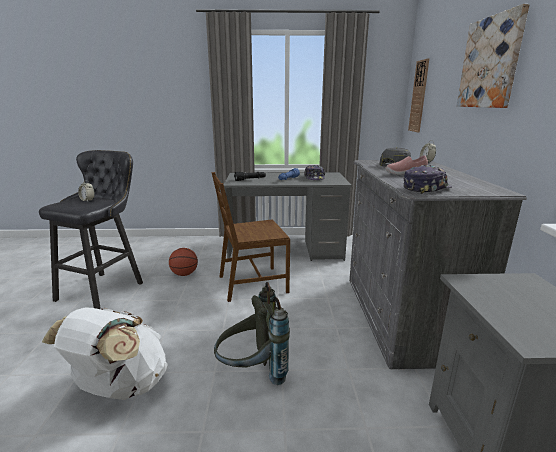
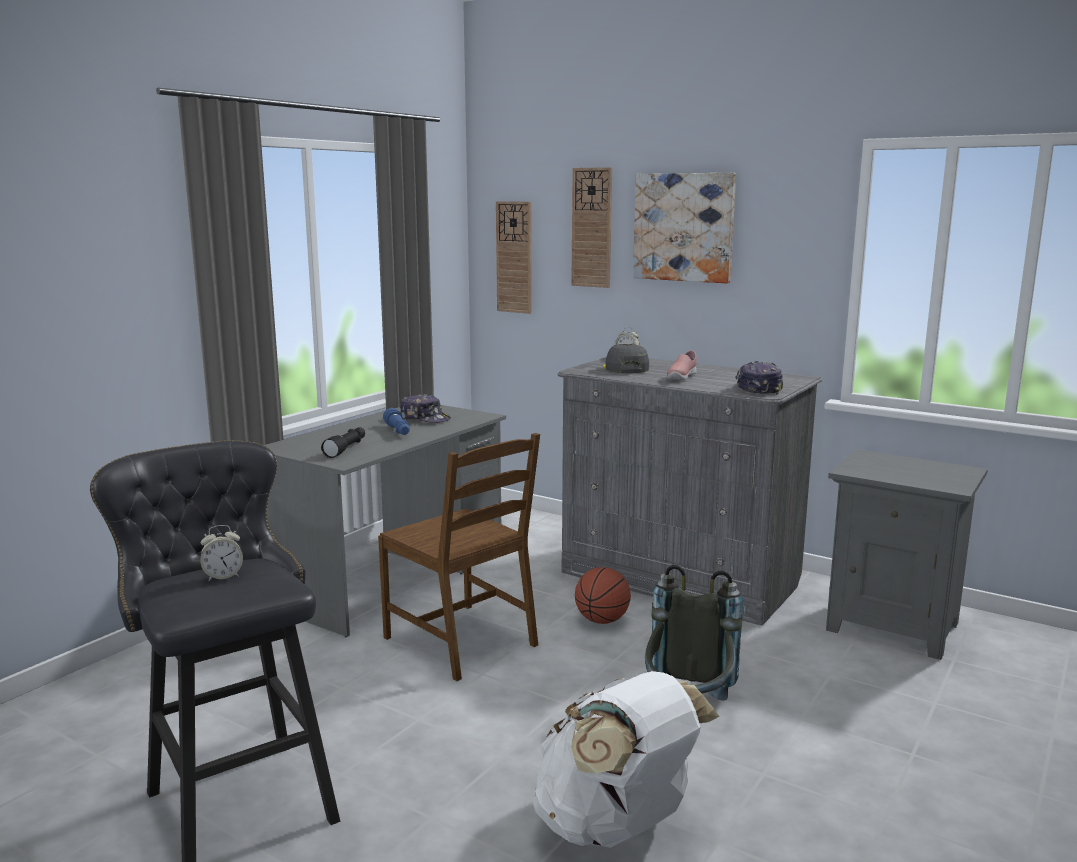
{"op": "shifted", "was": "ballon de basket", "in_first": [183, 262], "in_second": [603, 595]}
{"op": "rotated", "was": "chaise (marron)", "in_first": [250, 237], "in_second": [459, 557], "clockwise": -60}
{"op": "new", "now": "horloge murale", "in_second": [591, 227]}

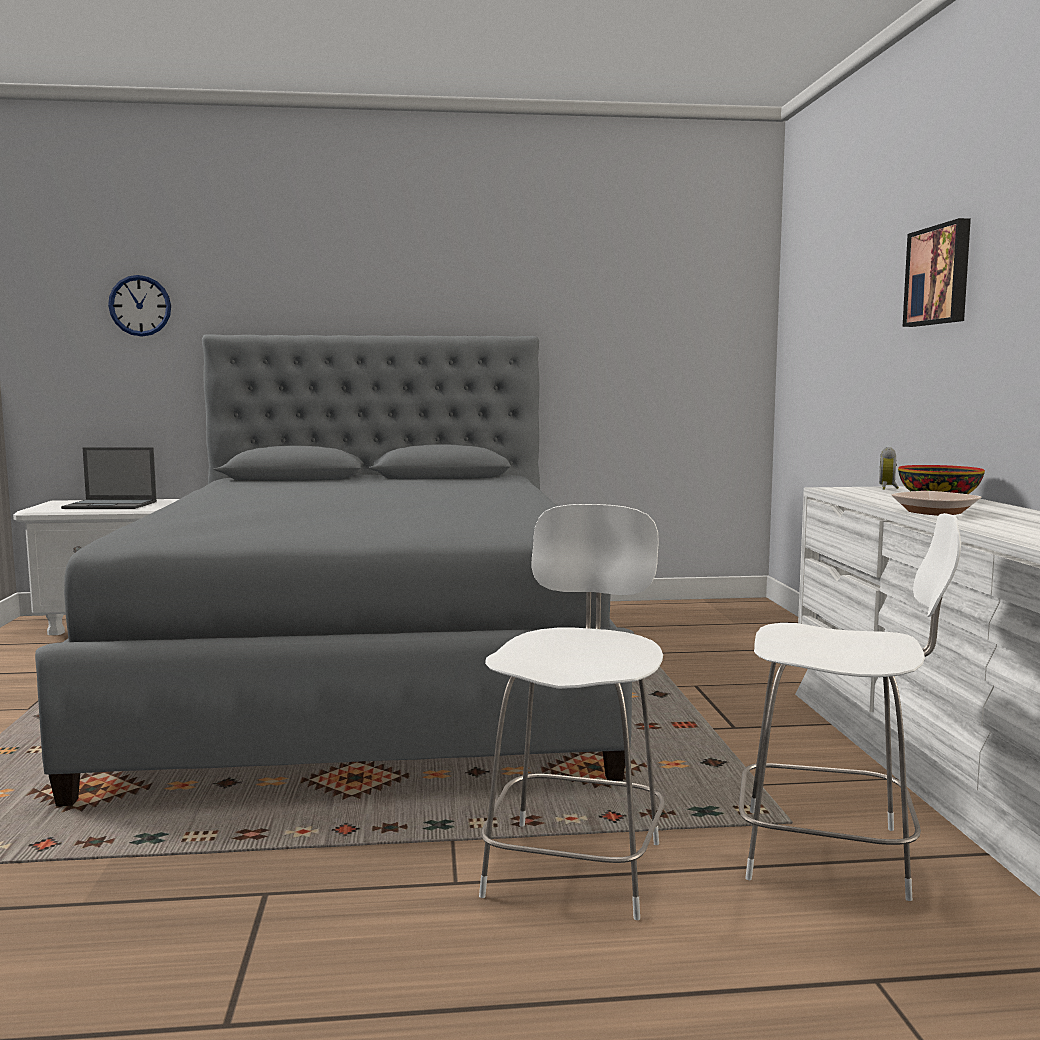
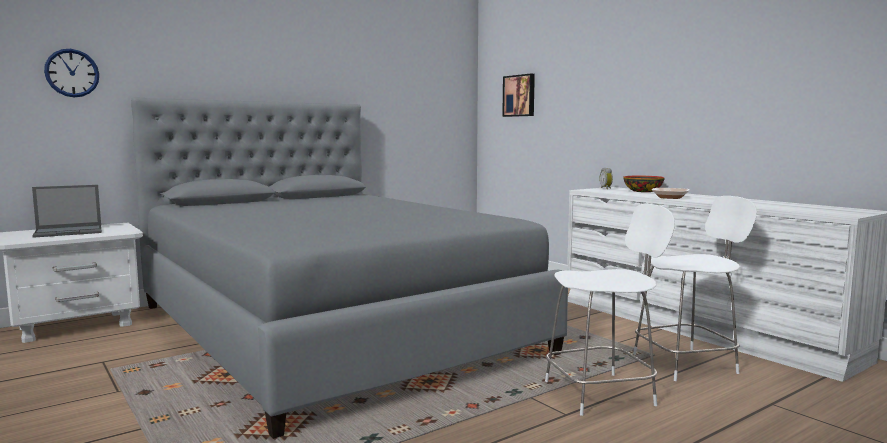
{"op": "rotated", "was": "chaise (blanc)", "in_first": [572, 712], "in_second": [610, 310], "clockwise": 90}
{"op": "shifted", "was": "tableau", "in_first": [936, 272], "in_second": [518, 95]}

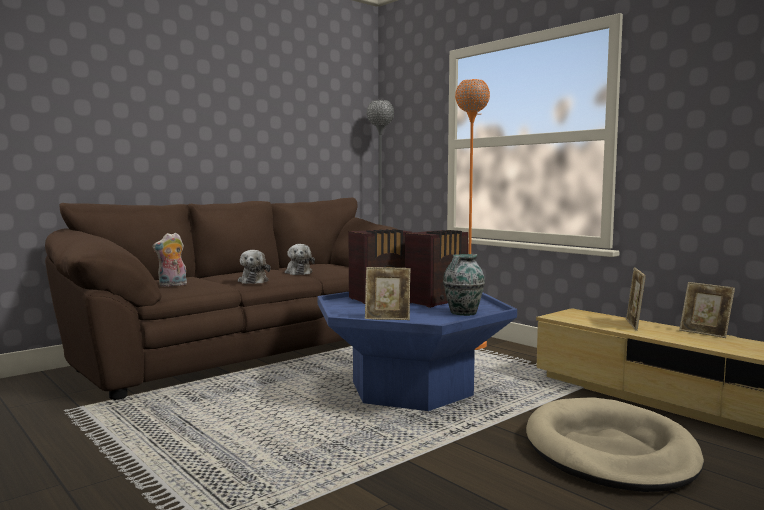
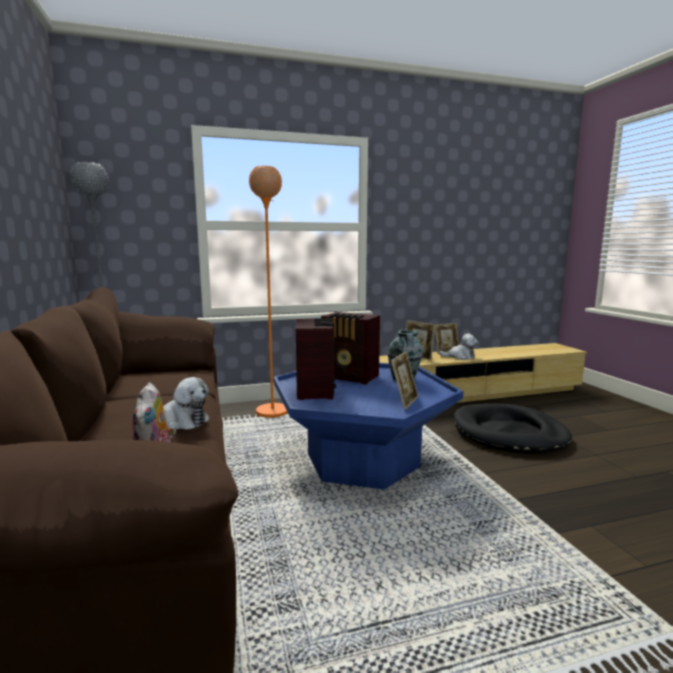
{"op": "shifted", "was": "peluche", "in_first": [300, 259], "in_second": [458, 346]}
{"op": "rotated", "was": "radio", "in_first": [436, 269], "in_second": [350, 348], "clockwise": 135}
{"op": "repainted", "was": "panier pour chien (beige)", "now": "panier pour chien (noir)", "in_first": [615, 444], "in_second": [512, 428]}

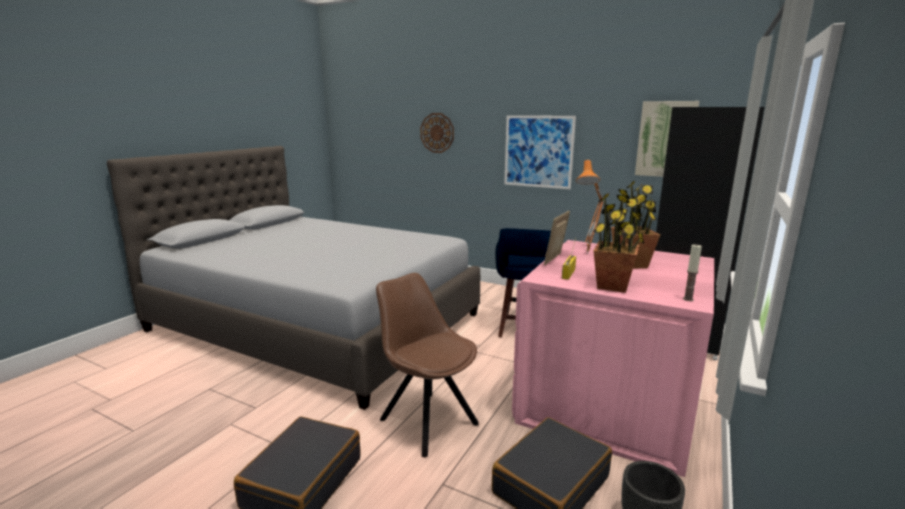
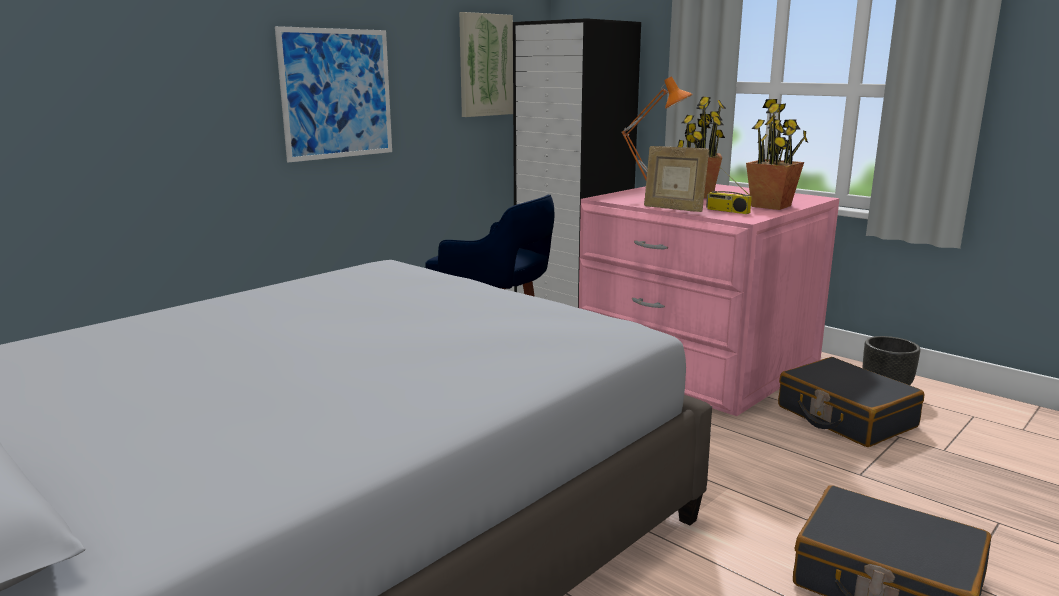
{"op": "gone", "was": "chaise (marron)", "in_first": [427, 365]}
{"op": "gone", "was": "horloge murale", "in_first": [437, 133]}
{"op": "gone", "was": "bougie", "in_first": [692, 272]}

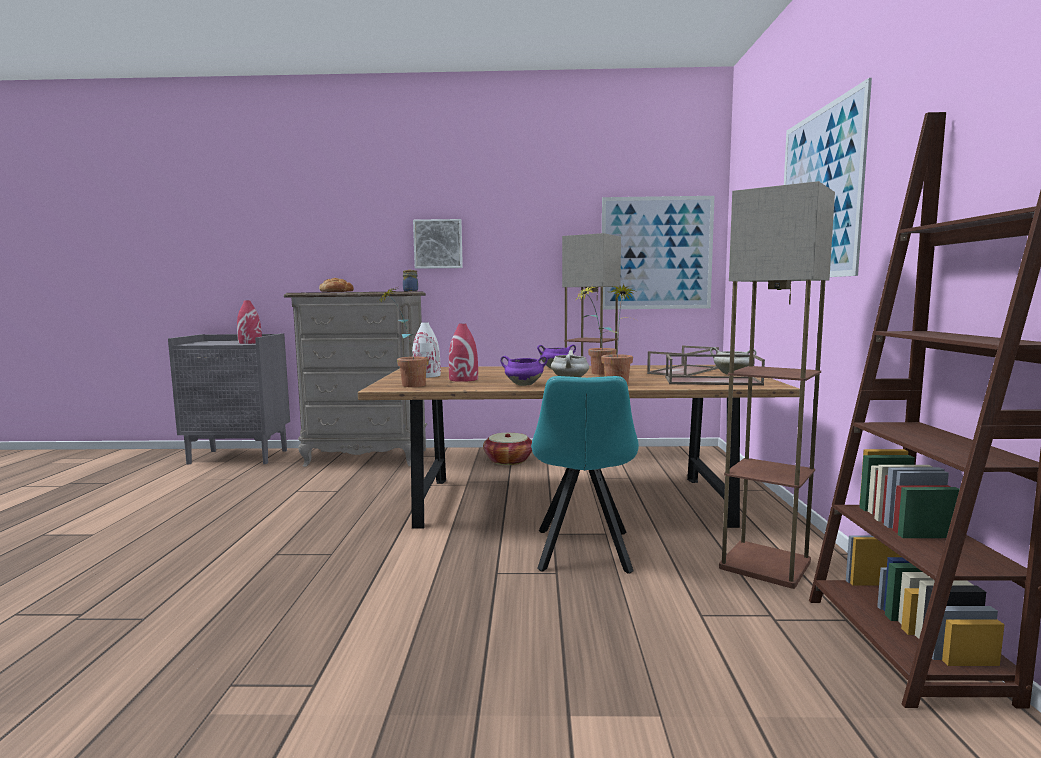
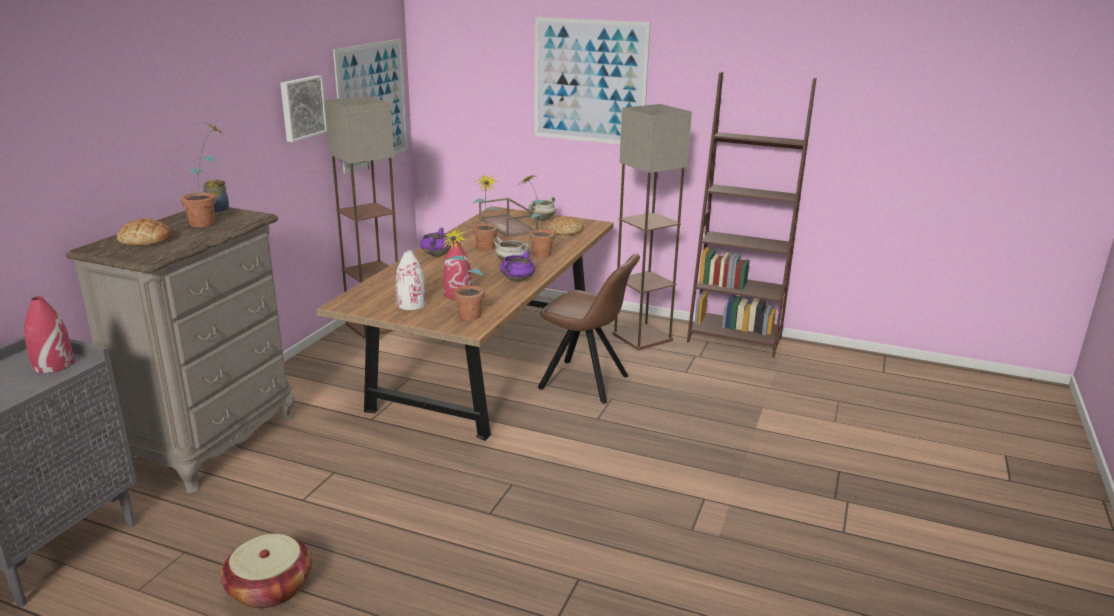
{"op": "shifted", "was": "tableau", "in_first": [438, 244], "in_second": [303, 108]}
{"op": "shifted", "was": "panier", "in_first": [507, 449], "in_second": [266, 571]}
{"op": "repainted", "was": "chaise (turquoise)", "now": "chaise (marron)", "in_first": [585, 475], "in_second": [589, 328]}
{"op": "swapped", "was": "plateau (marron)", "now": "pain", "in_first": [715, 370], "in_second": [565, 225]}
{"op": "new", "now": "plante en pot", "in_second": [203, 175]}

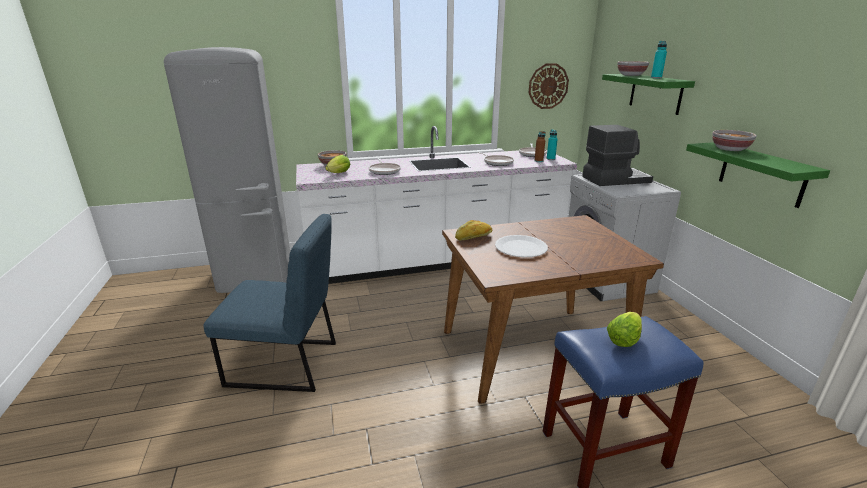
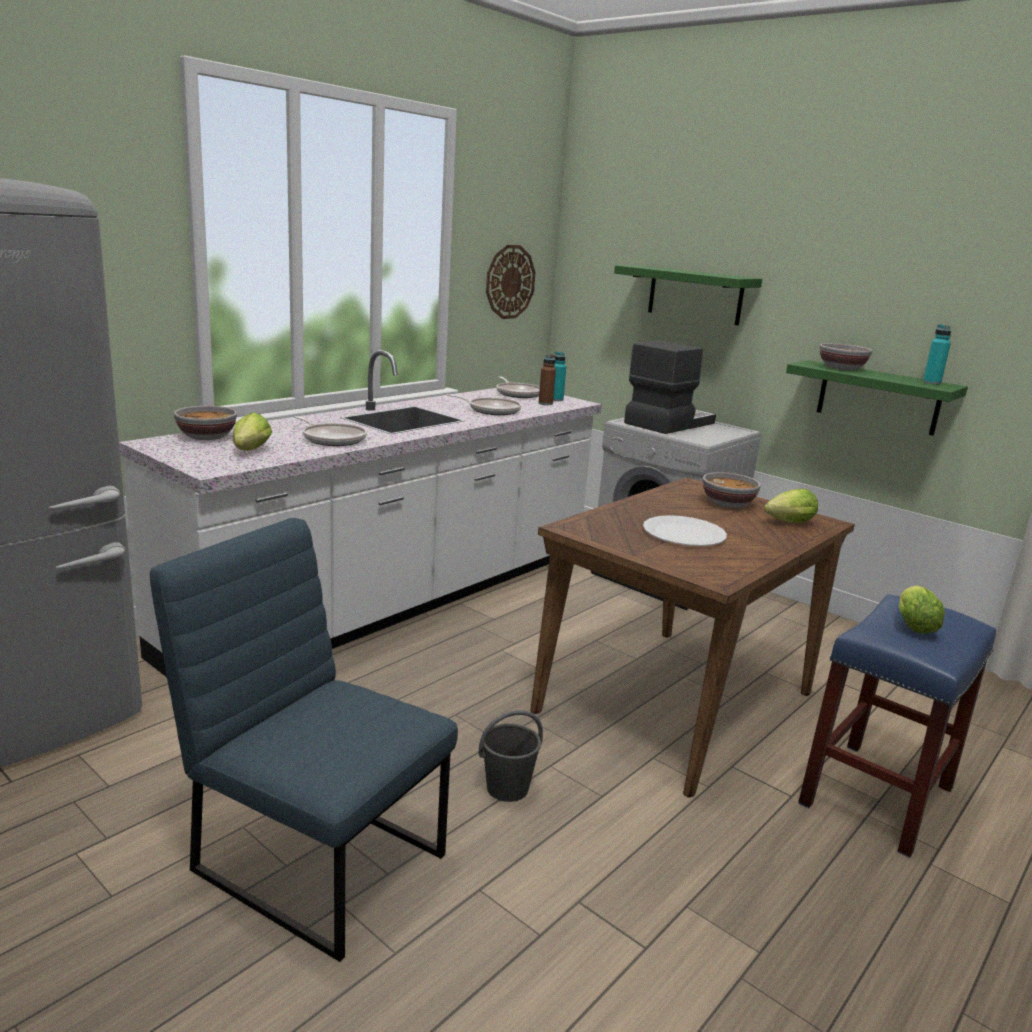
{"op": "rotated", "was": "chaise (bleu)", "in_first": [270, 303], "in_second": [304, 740], "clockwise": -120}
{"op": "gone", "was": "pain", "in_first": [473, 230]}
{"op": "shifted", "was": "bol", "in_first": [633, 68], "in_second": [732, 490]}
{"op": "shifted", "was": "bouteille (turquoise)", "in_first": [659, 60], "in_second": [937, 354]}
{"op": "new", "now": "seau (gris)", "in_second": [511, 756]}
{"op": "new", "now": "laitue", "in_second": [791, 505]}

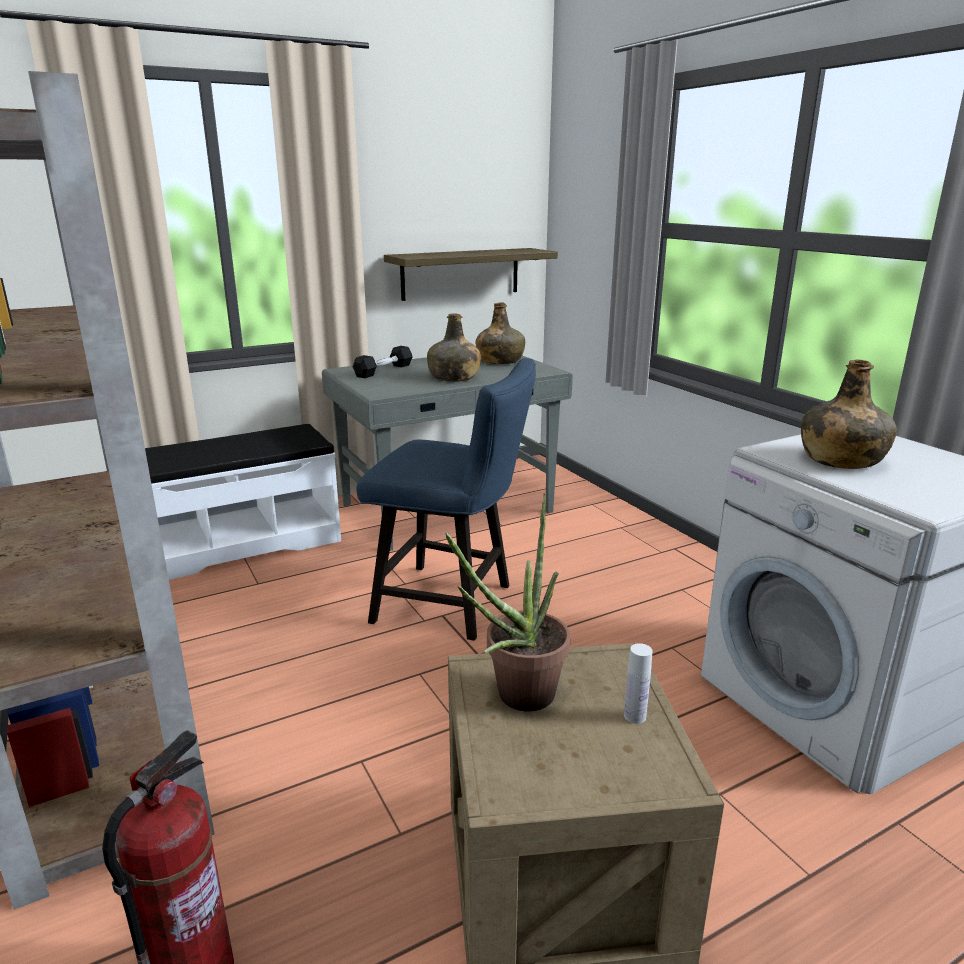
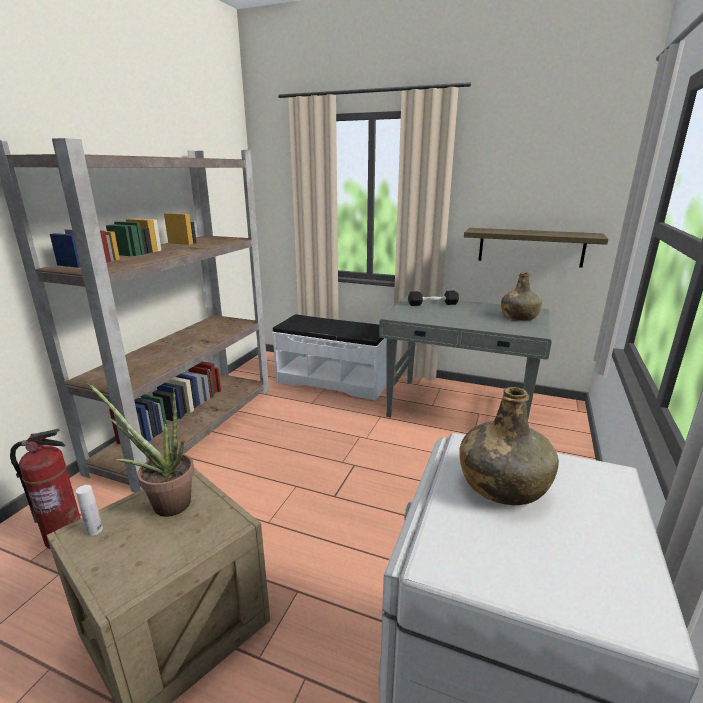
{"op": "gone", "was": "chaise (bleu)", "in_first": [446, 499]}
{"op": "gone", "was": "bouteille (vert)", "in_first": [454, 347]}
{"op": "shifted", "was": "bouteille (blanc)", "in_first": [638, 683], "in_second": [89, 510]}

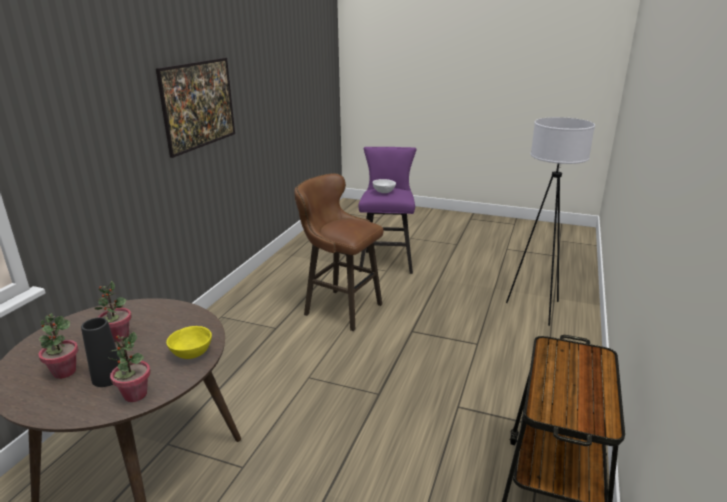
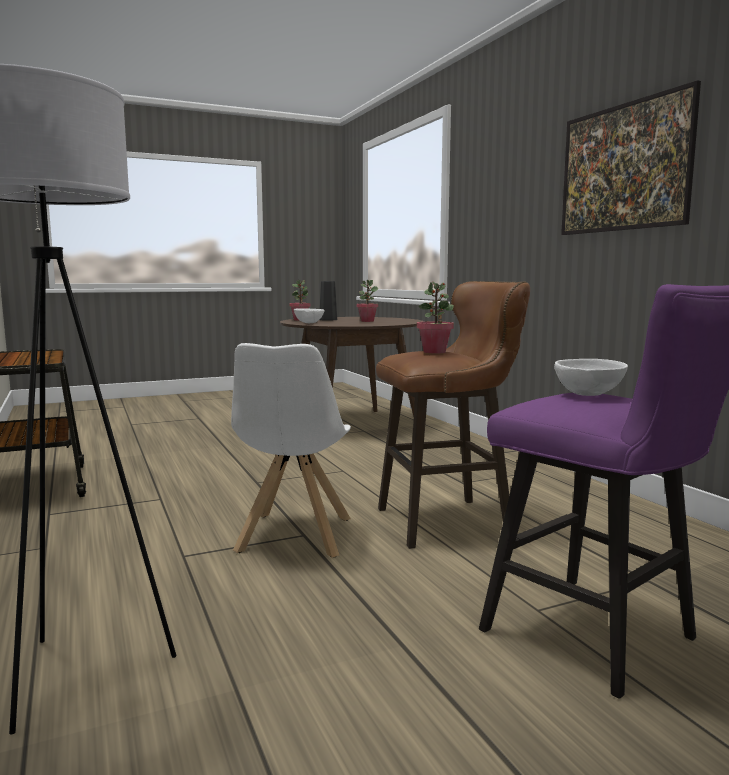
{"op": "shifted", "was": "plante en pot", "in_first": [59, 346], "in_second": [435, 317]}
{"op": "repainted", "was": "bol (jaune)", "now": "bol (blanc)", "in_first": [189, 342], "in_second": [309, 315]}
{"op": "new", "now": "chaise (blanc)", "in_second": [291, 450]}

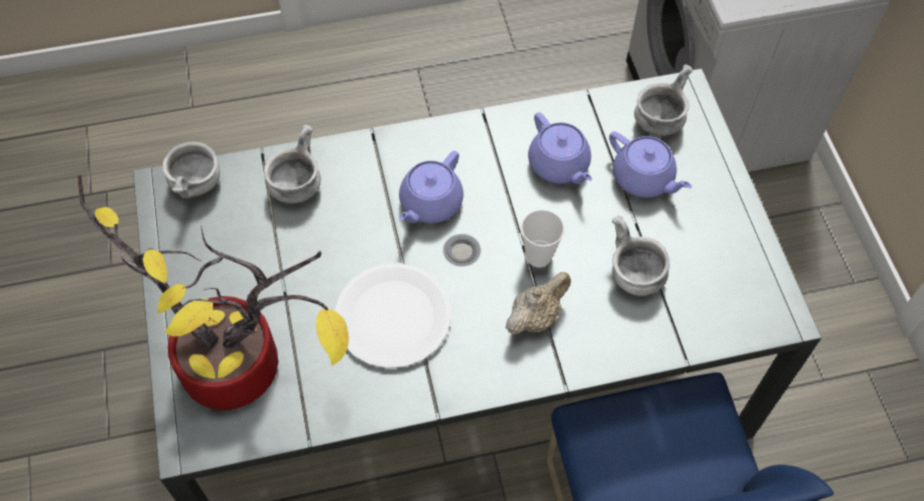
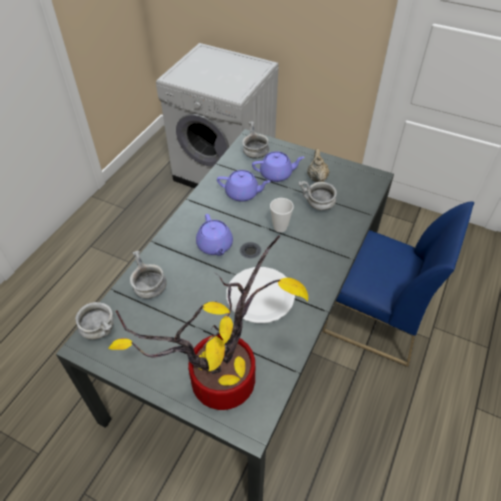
{"op": "shifted", "was": "théière (beige)", "in_first": [538, 303], "in_second": [318, 165]}

